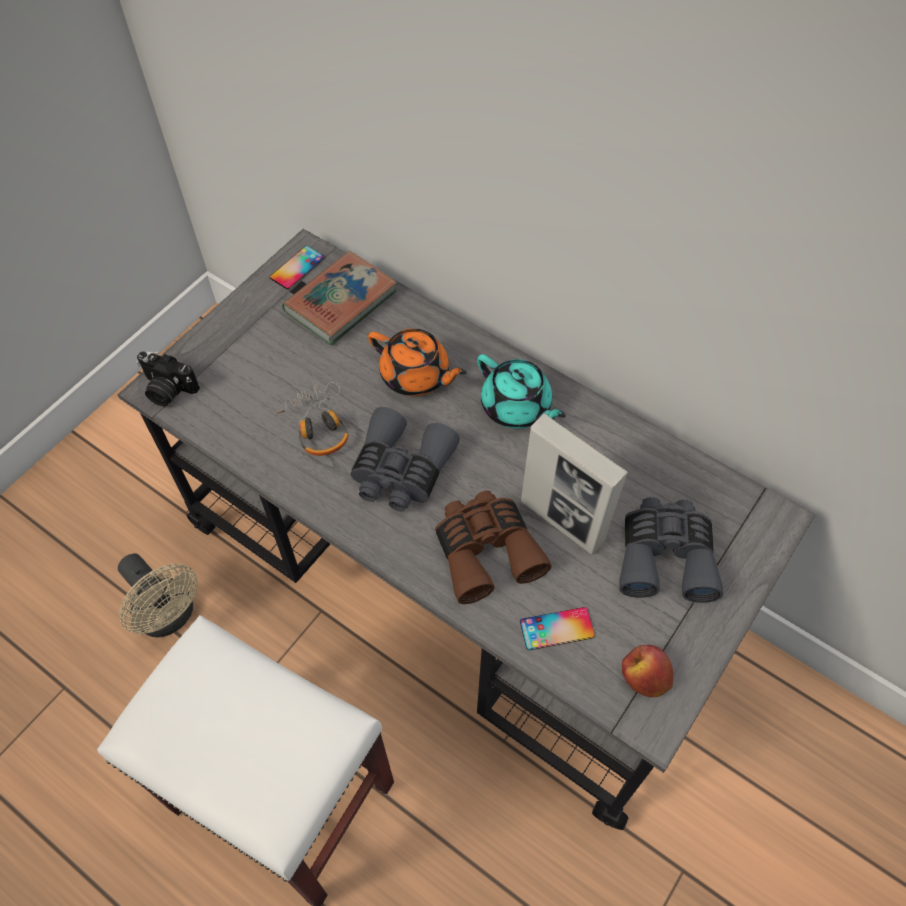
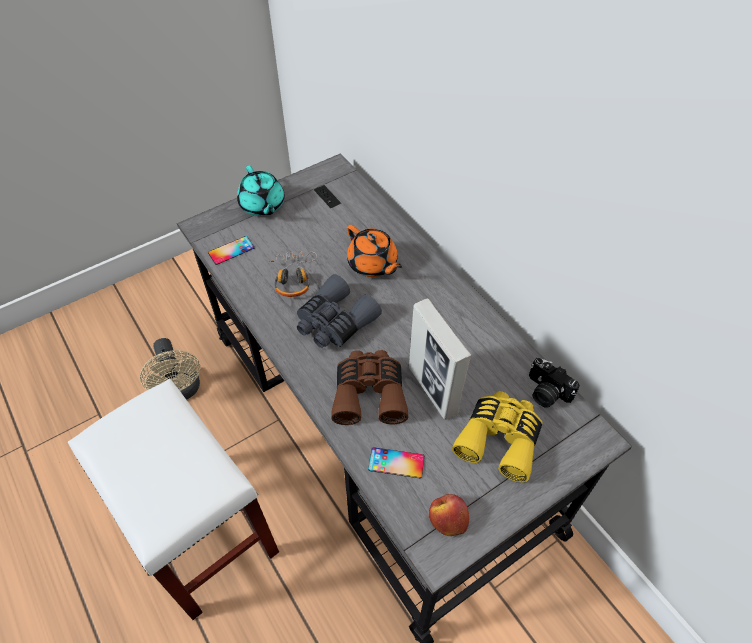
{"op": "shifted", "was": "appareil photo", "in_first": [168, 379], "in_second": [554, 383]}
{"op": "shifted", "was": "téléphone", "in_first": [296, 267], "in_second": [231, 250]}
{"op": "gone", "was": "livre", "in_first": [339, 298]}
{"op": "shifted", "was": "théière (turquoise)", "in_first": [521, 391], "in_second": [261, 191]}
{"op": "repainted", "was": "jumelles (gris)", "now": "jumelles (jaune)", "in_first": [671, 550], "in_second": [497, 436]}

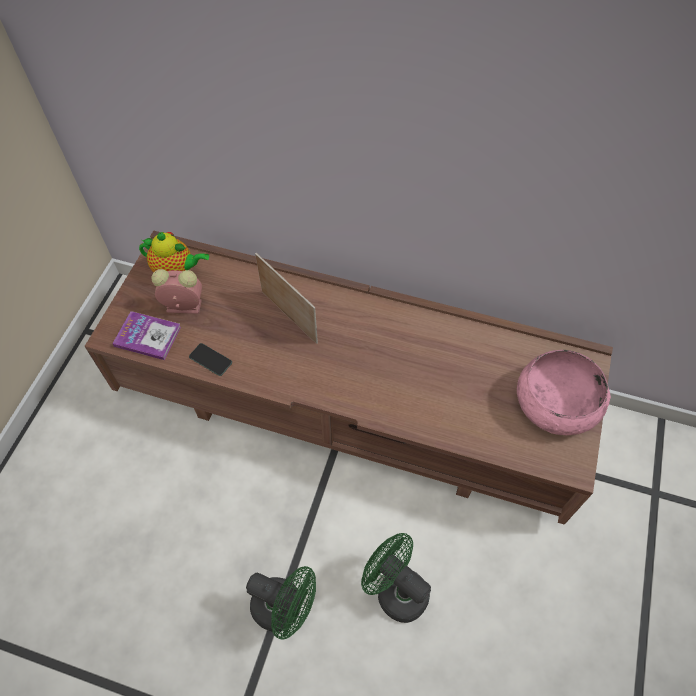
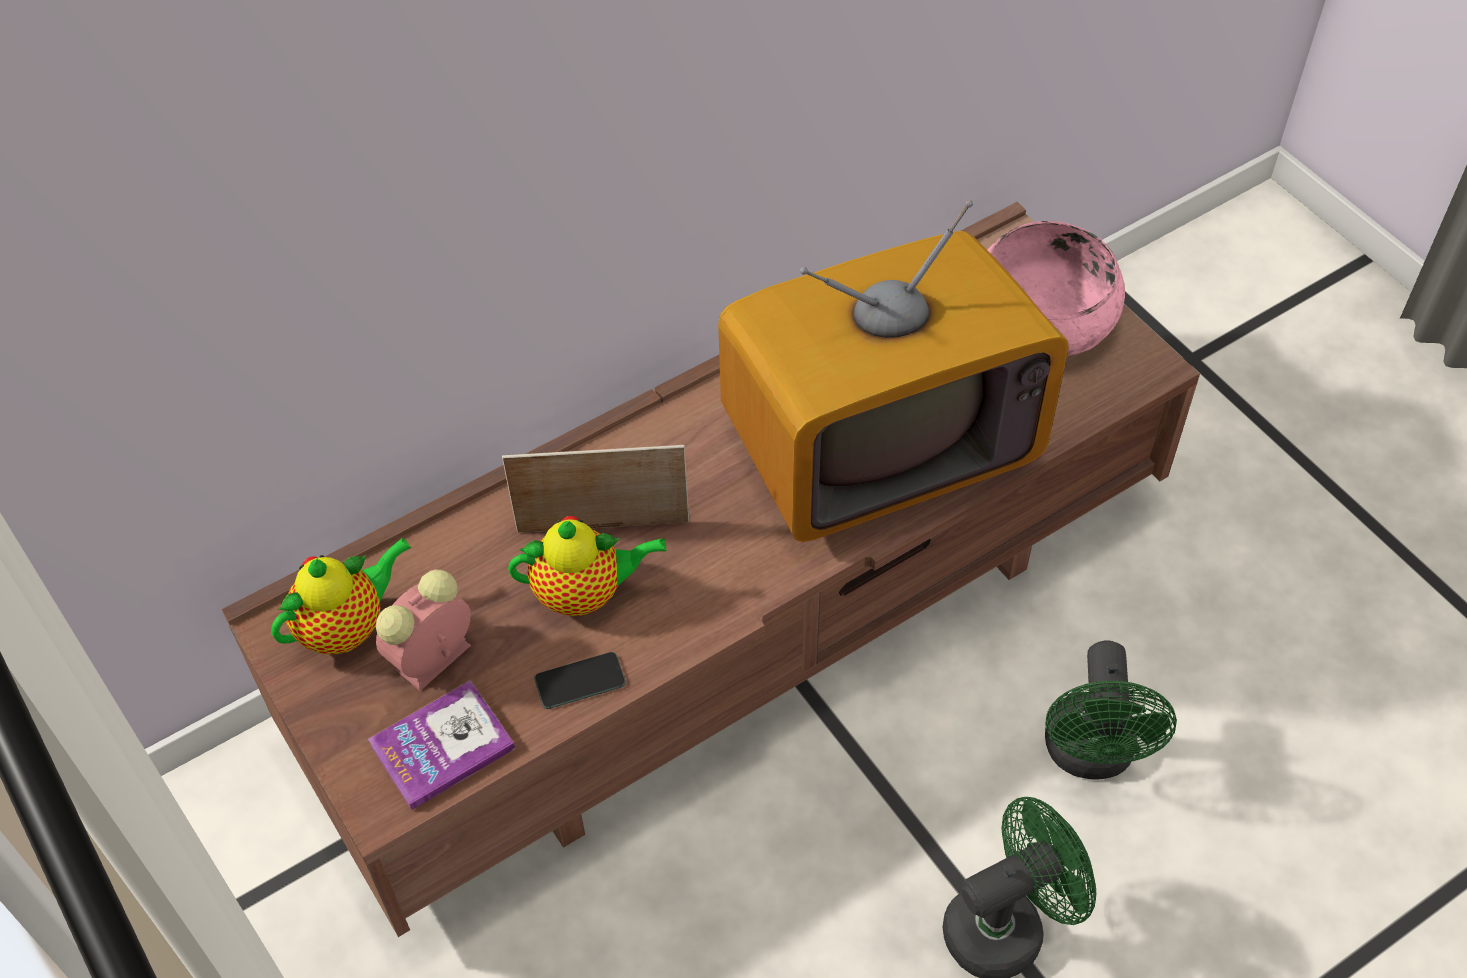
{"op": "rotated", "was": "ventilateur (vert)", "in_first": [396, 578], "in_second": [1111, 710], "clockwise": -75}
{"op": "new", "now": "théière", "in_second": [587, 566]}
{"op": "new", "now": "téléviseur", "in_second": [893, 371]}

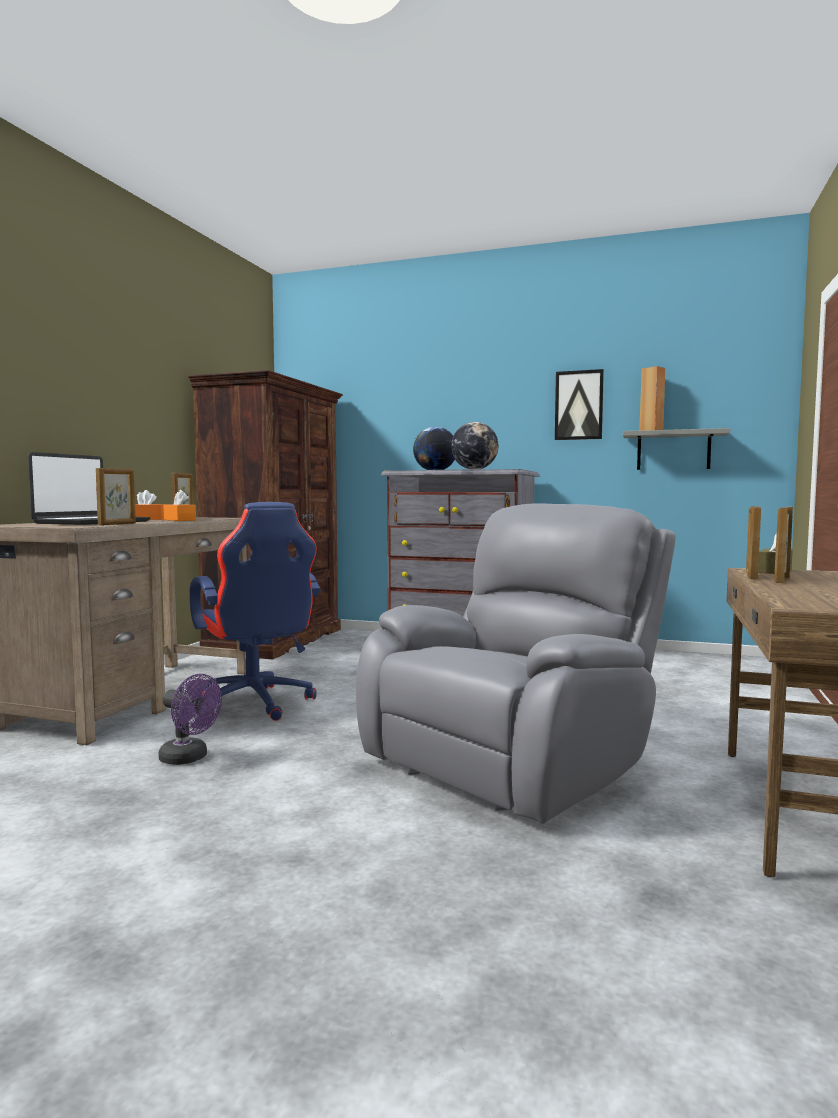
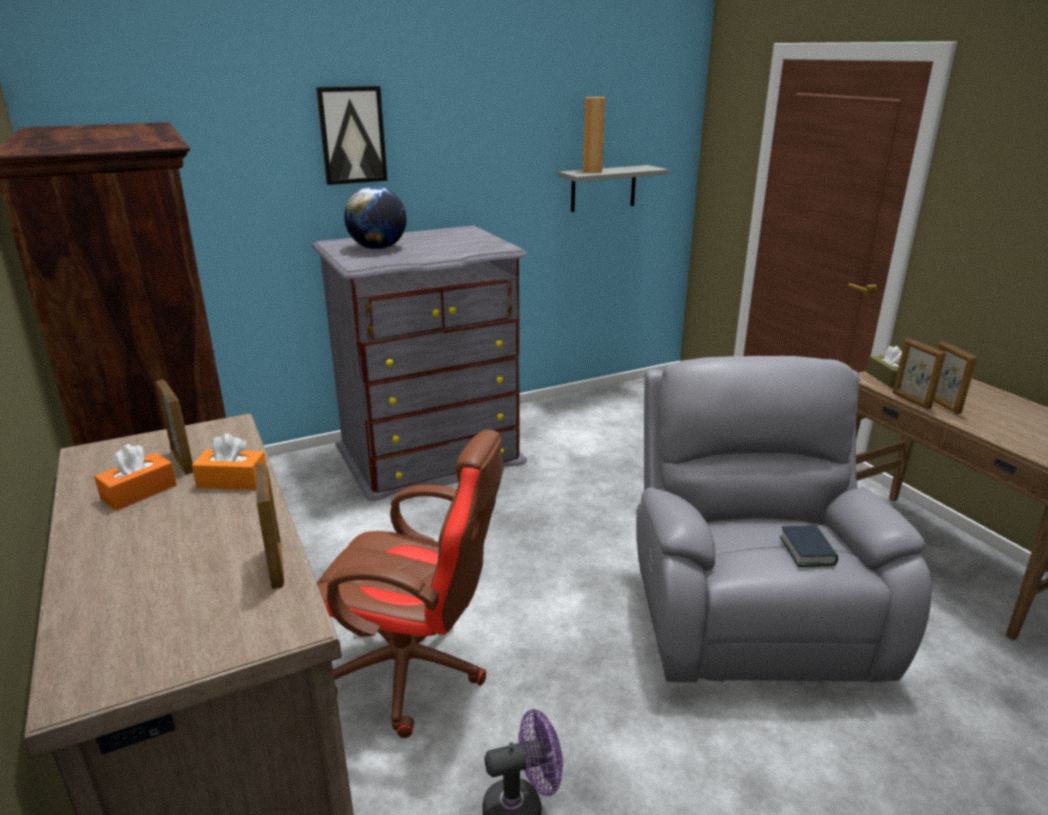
{"op": "gone", "was": "ordinateur portable", "in_first": [88, 488]}
{"op": "repainted", "was": "chaise de bureau (bleu)", "now": "chaise de bureau (marron)", "in_first": [255, 611], "in_second": [410, 584]}
{"op": "gone", "was": "globe", "in_first": [474, 446]}
{"op": "shifted", "was": "tableau", "in_first": [579, 404], "in_second": [351, 135]}
{"op": "new", "now": "livre", "in_second": [809, 546]}

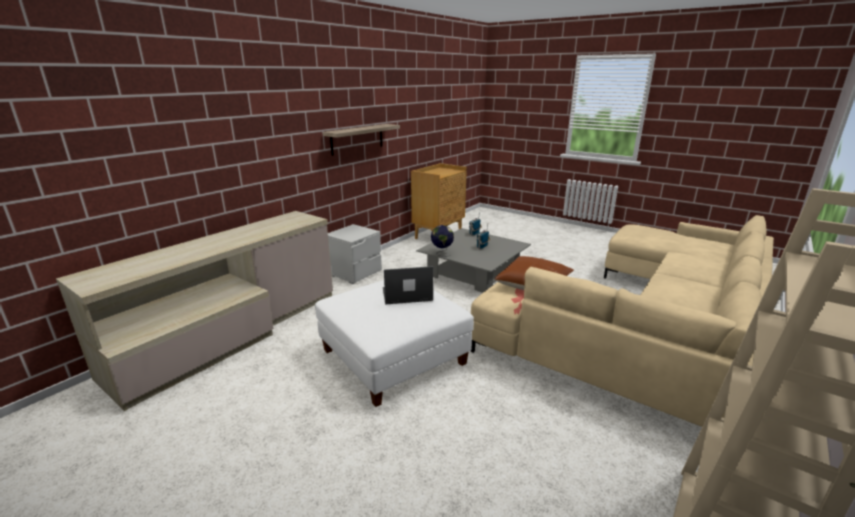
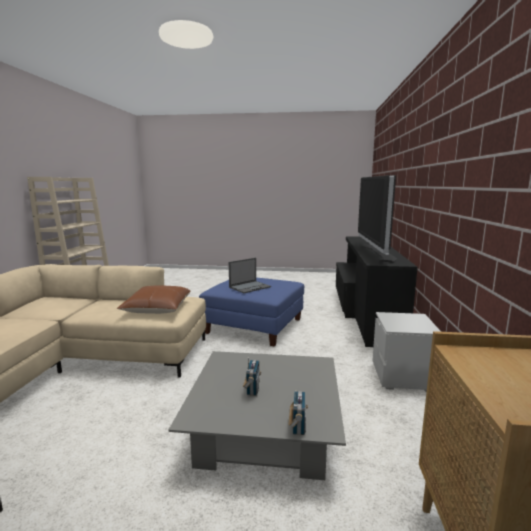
{"op": "repainted", "was": "meuble télé (beige)", "now": "meuble télé (noir)", "in_first": [194, 311], "in_second": [377, 291]}
{"op": "repainted", "was": "pouf (blanc)", "now": "pouf (bleu)", "in_first": [394, 343], "in_second": [251, 312]}
{"op": "gone", "was": "étagère", "in_first": [361, 140]}
{"op": "gone", "was": "globe", "in_first": [442, 241]}
{"op": "new", "now": "téléviseur", "in_second": [377, 218]}

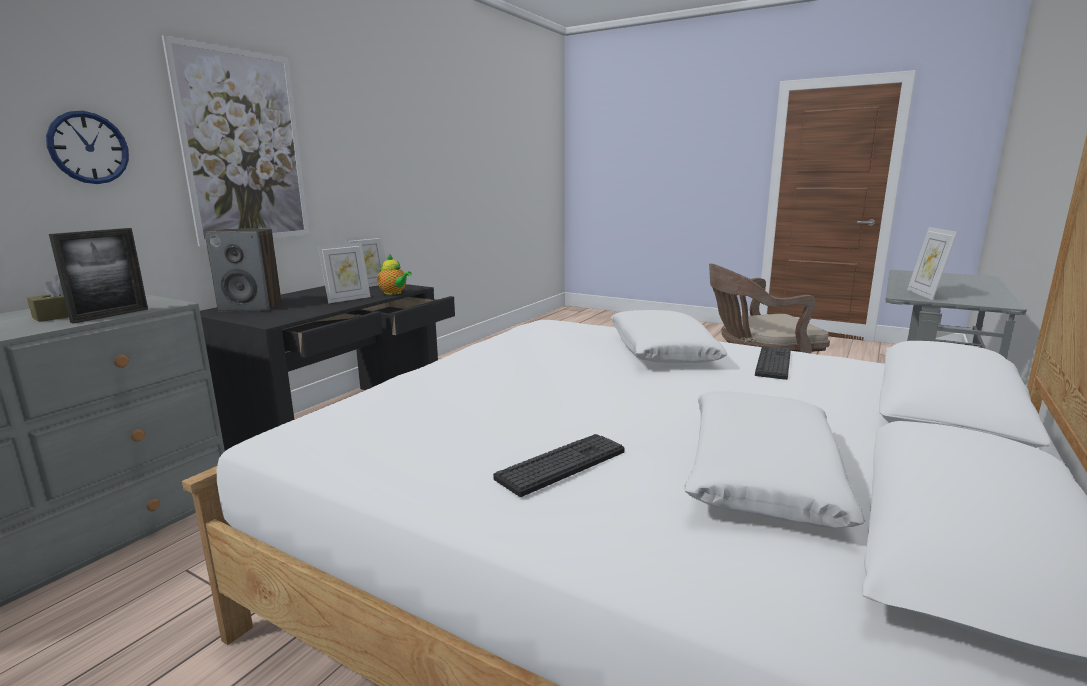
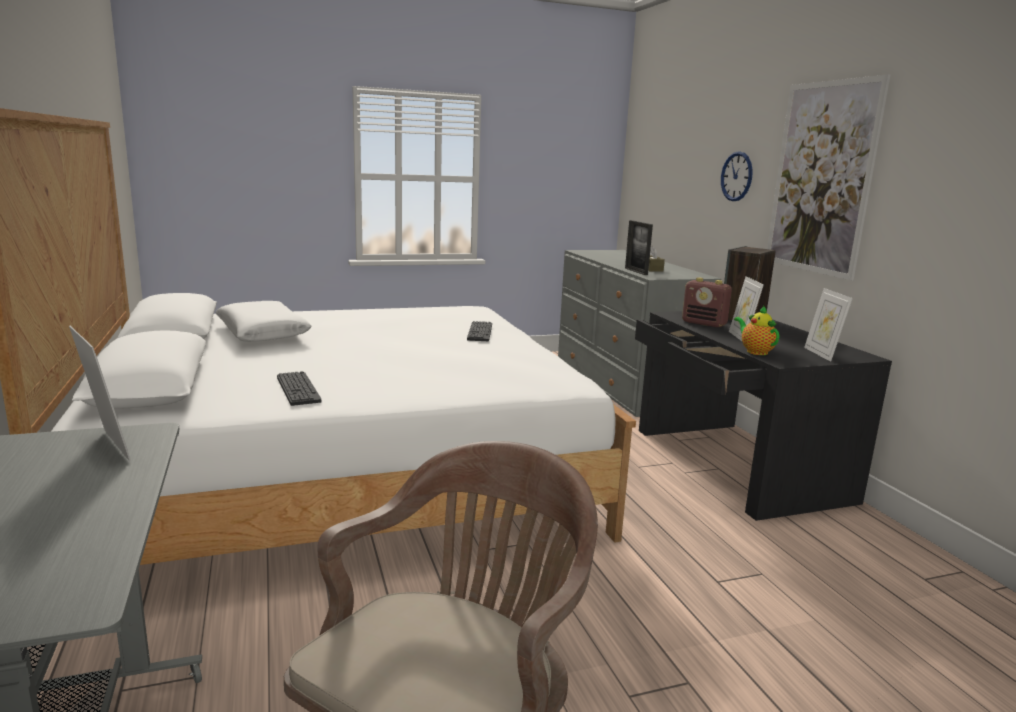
{"op": "rotated", "was": "théière", "in_first": [394, 274], "in_second": [756, 330], "clockwise": 75}
{"op": "shifted", "was": "clavier", "in_first": [559, 465], "in_second": [479, 331]}
{"op": "gone", "was": "coussin (blanc)", "in_first": [669, 336]}
{"op": "new", "now": "radio", "in_second": [707, 302]}

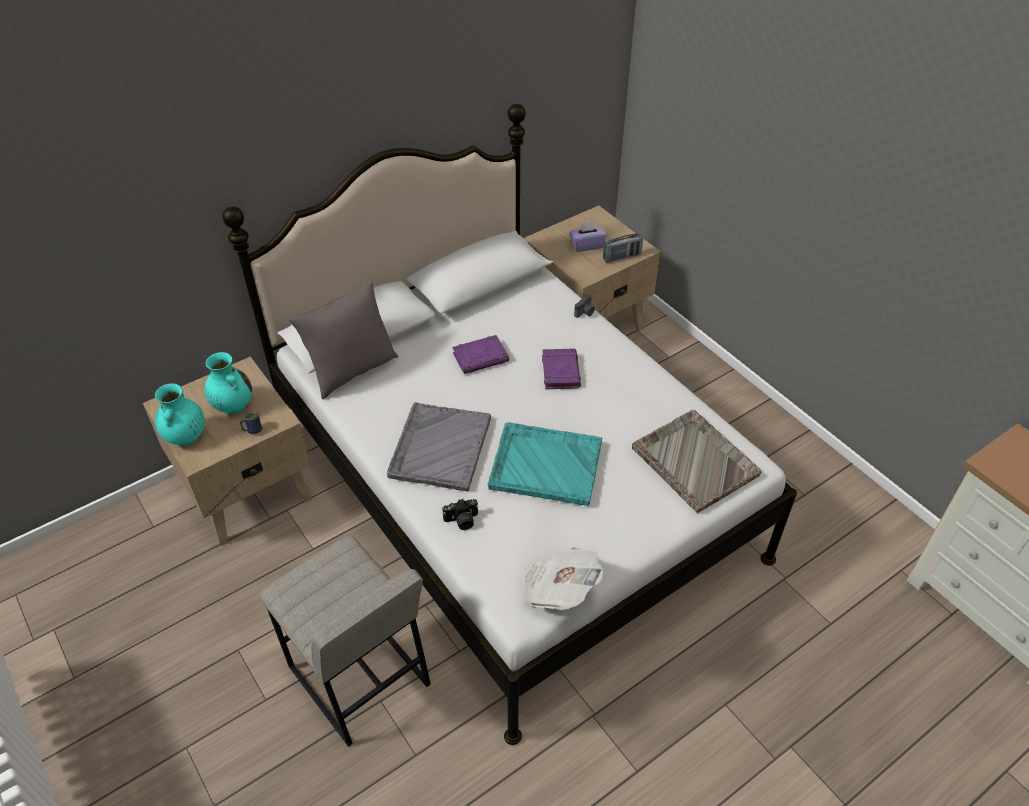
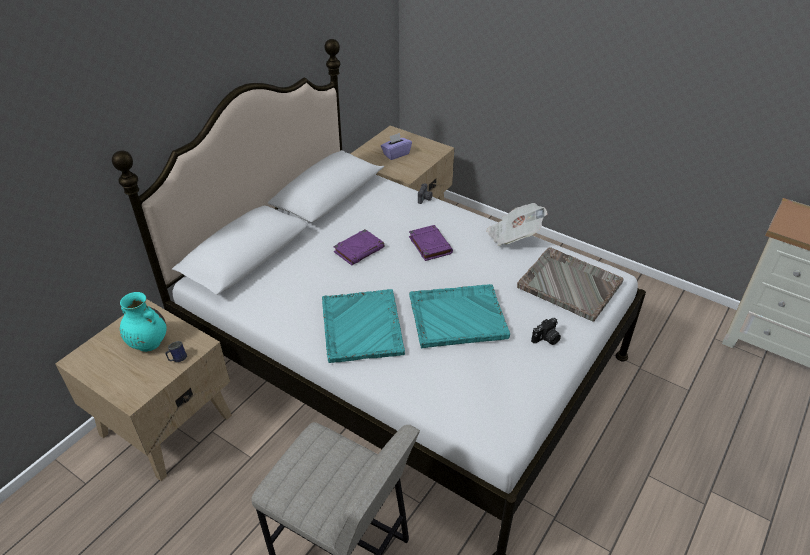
{"op": "gone", "was": "vase (turquoise)", "in_first": [180, 414]}
{"op": "gone", "was": "coussin (gris)", "in_first": [343, 339]}
{"op": "repainted", "was": "plateau (gris)", "now": "plateau (turquoise)", "in_first": [439, 447], "in_second": [363, 326]}
{"op": "shifted", "was": "appareil photo", "in_first": [460, 514], "in_second": [546, 331]}
{"op": "shifted", "was": "journal", "in_first": [563, 578], "in_second": [516, 224]}
{"op": "gone", "was": "radio", "in_first": [623, 248]}

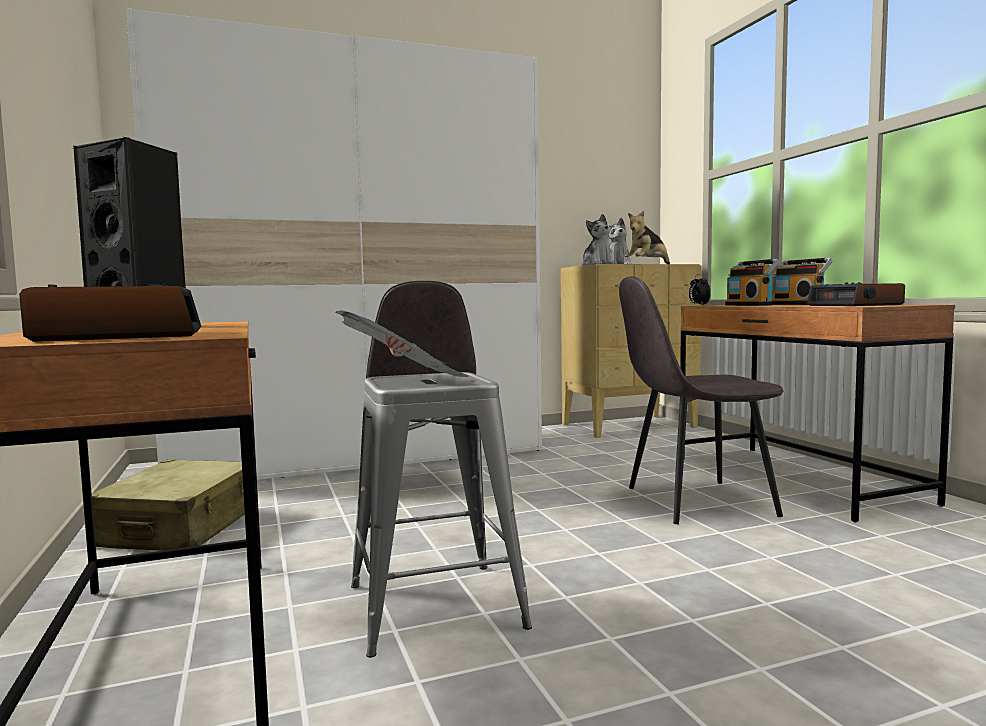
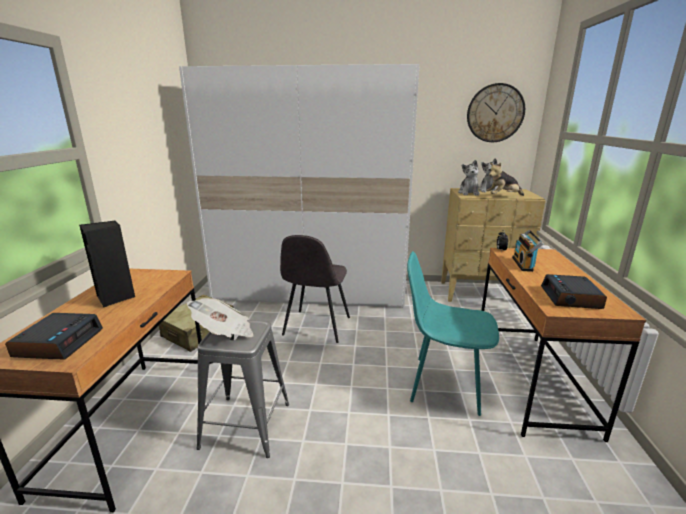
{"op": "repainted", "was": "chaise (gris)", "now": "chaise (turquoise)", "in_first": [701, 400], "in_second": [453, 333]}
{"op": "gone", "was": "radio", "in_first": [802, 281]}
{"op": "new", "now": "horloge murale", "in_second": [496, 112]}

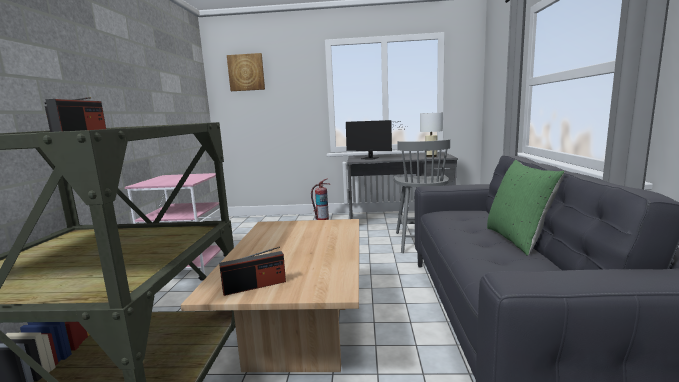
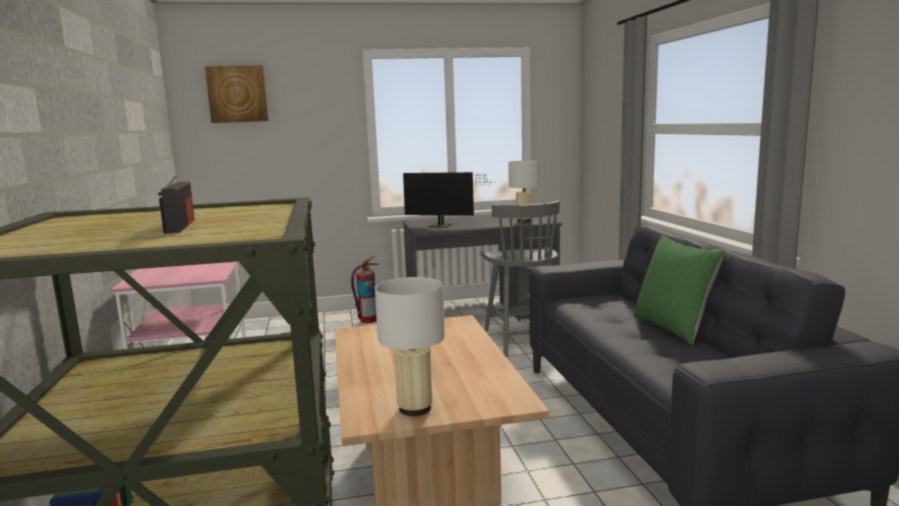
{"op": "swapped", "was": "radio", "now": "lampe de table (blanc)", "in_first": [252, 271], "in_second": [410, 346]}

